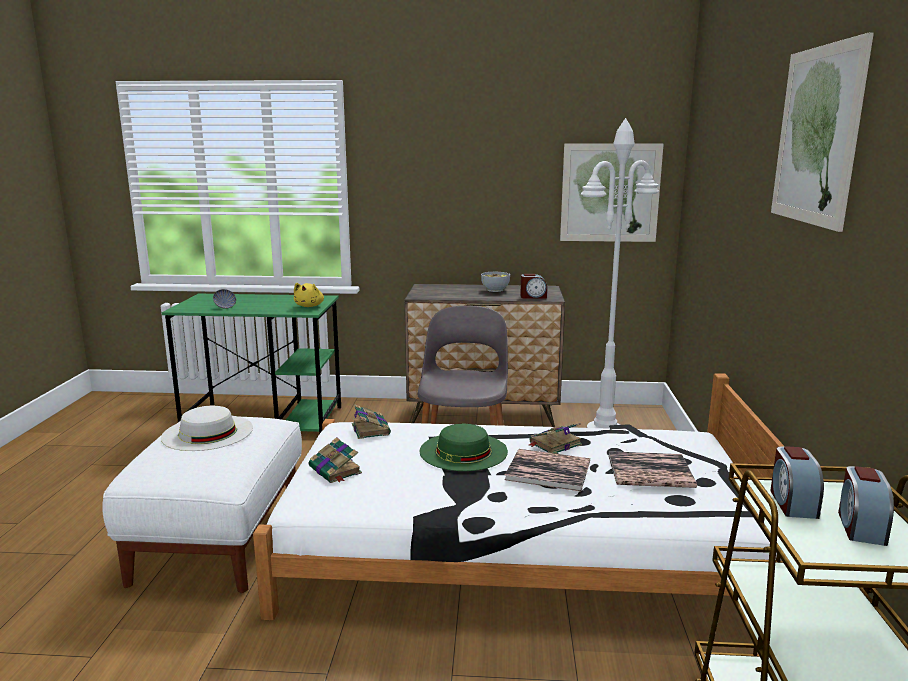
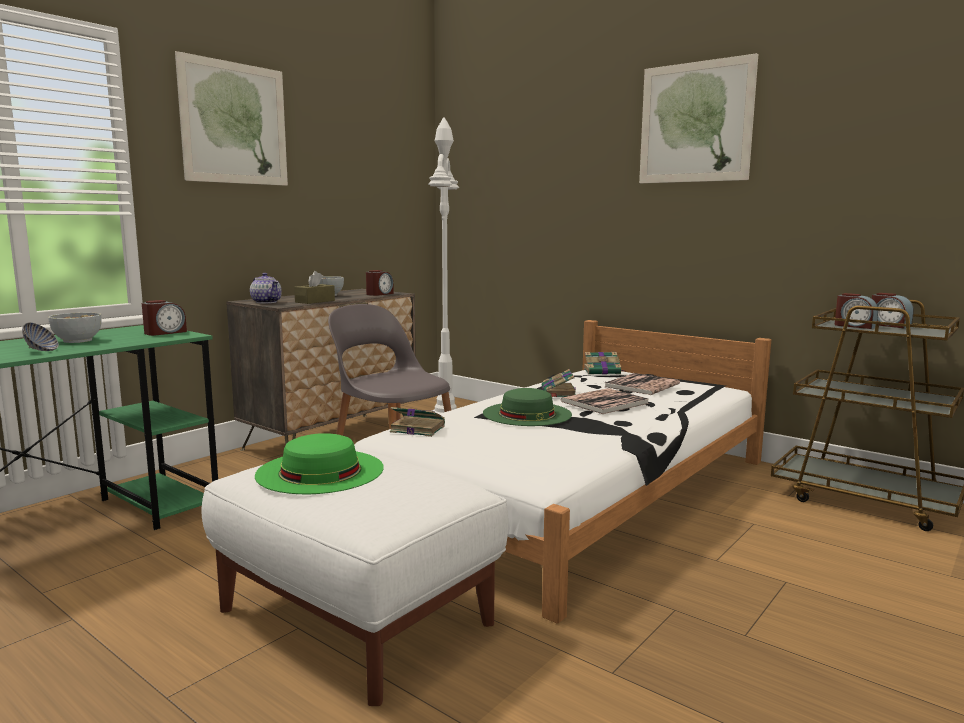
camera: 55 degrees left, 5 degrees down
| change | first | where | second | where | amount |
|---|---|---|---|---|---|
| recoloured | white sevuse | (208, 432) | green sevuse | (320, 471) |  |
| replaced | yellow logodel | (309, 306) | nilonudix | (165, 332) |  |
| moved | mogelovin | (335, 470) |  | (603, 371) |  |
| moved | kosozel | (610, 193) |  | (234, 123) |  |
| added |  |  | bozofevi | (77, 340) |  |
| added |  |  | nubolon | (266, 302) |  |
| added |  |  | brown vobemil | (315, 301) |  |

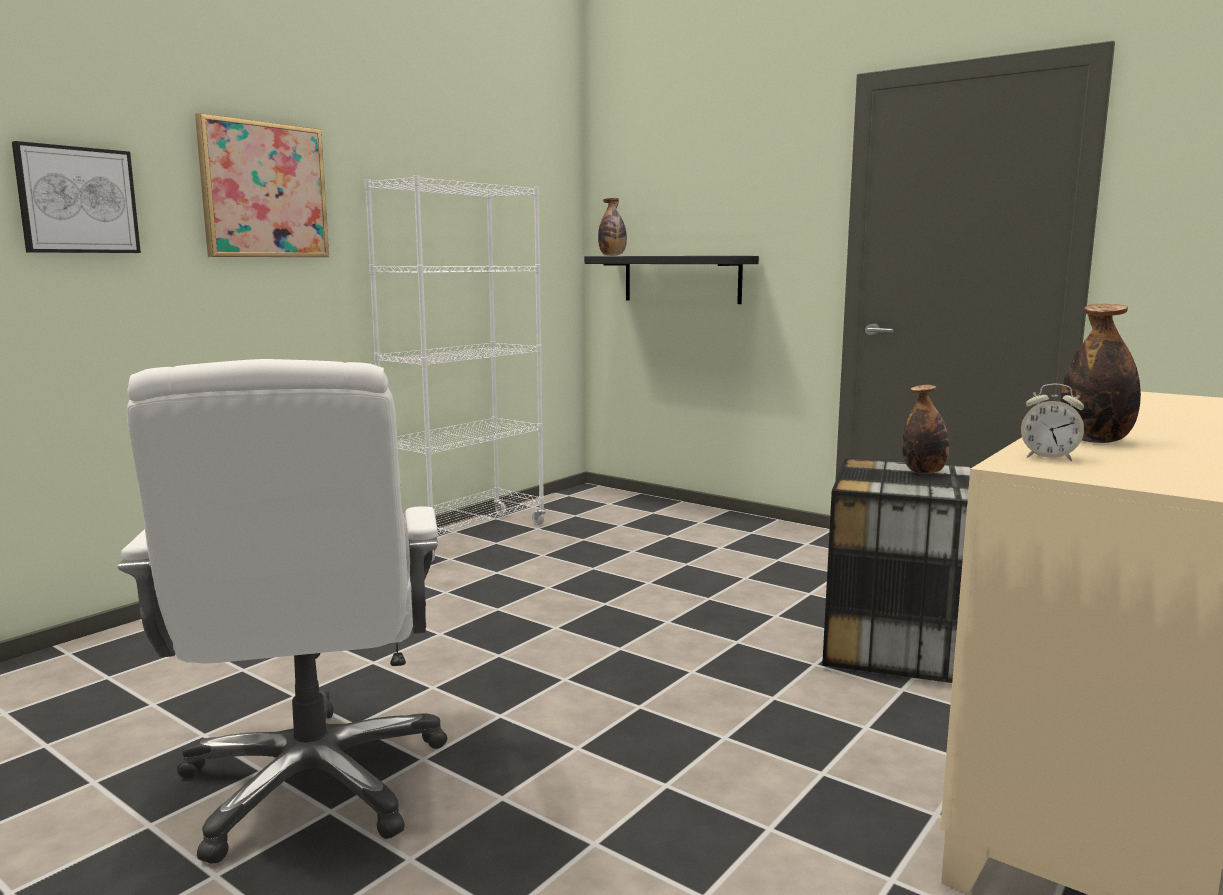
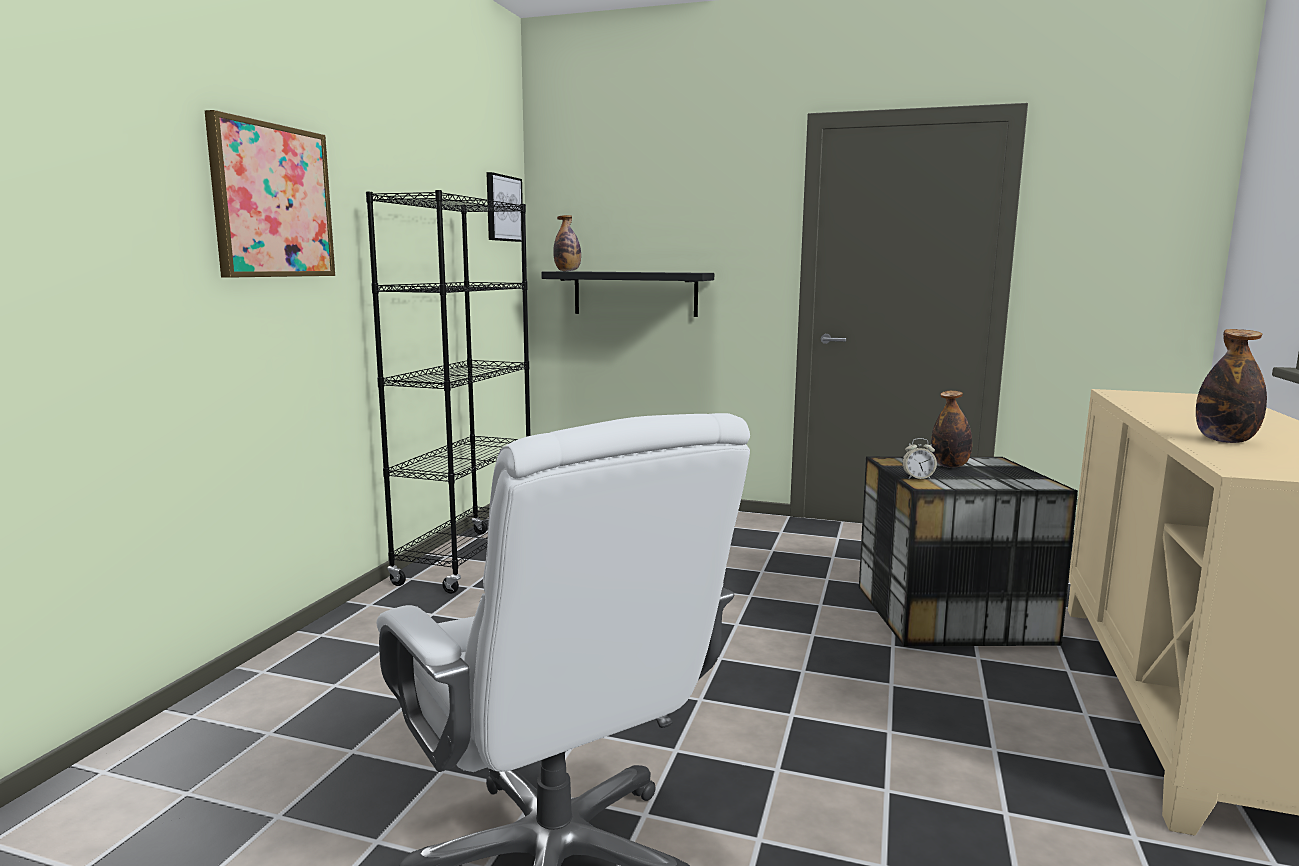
camera: 20 degrees left, 0 degrees up
| change | first | where | second | where | amount |
|---|---|---|---|---|---|
| moved | kosozel | (77, 200) |  | (503, 208) |  |
| recoloured | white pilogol | (468, 537) | black pilogol | (467, 560) |  |
| moved | nilonudix | (1048, 458) |  | (917, 478) |  |

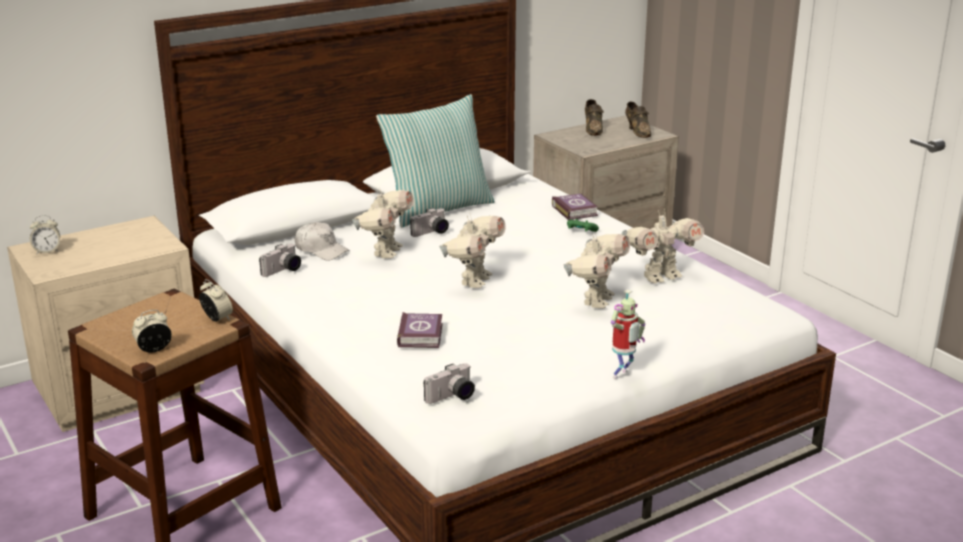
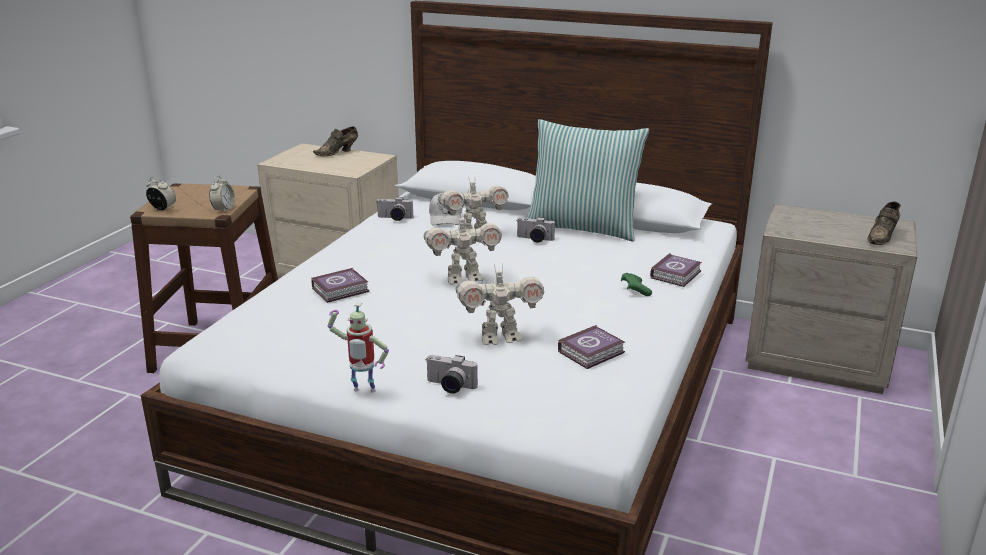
camera: 55 degrees right, 0 degrees up
| change | first | where | second | where | amount |
|---|---|---|---|---|---|
| removed | nilonudix | (47, 251) |  |  |  |
| moved | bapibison | (452, 397) |  | (449, 387) |  |
| moved | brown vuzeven | (593, 129) |  | (338, 152) |  |
| replaced | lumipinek | (660, 277) | mogelovin | (593, 352) |  |

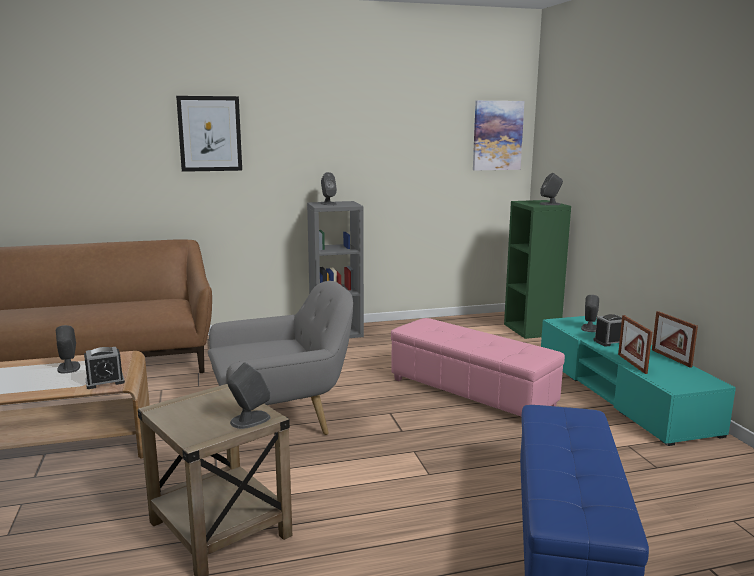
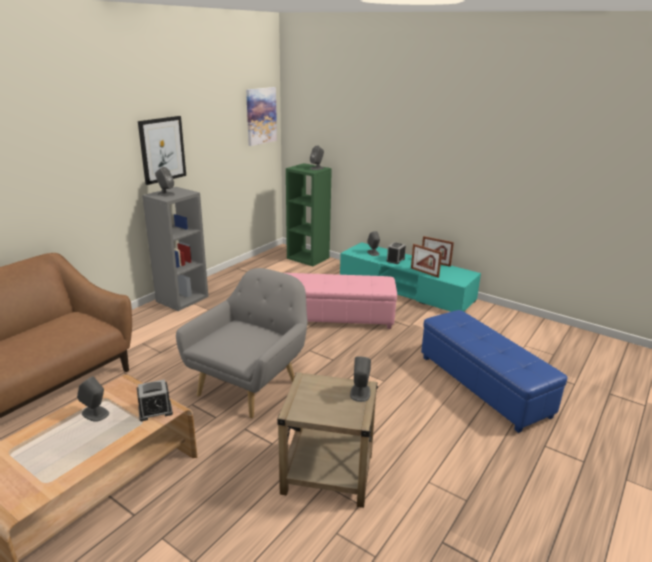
camera: 40 degrees left, 10 degrees up
| change | first | where | second | where | amount |
|---|---|---|---|---|---|
| turned | nilonudix | (105, 381) |  | (155, 411) | 45 degrees clockwise |
| moved | kosozel | (210, 134) |  | (162, 149) |  |

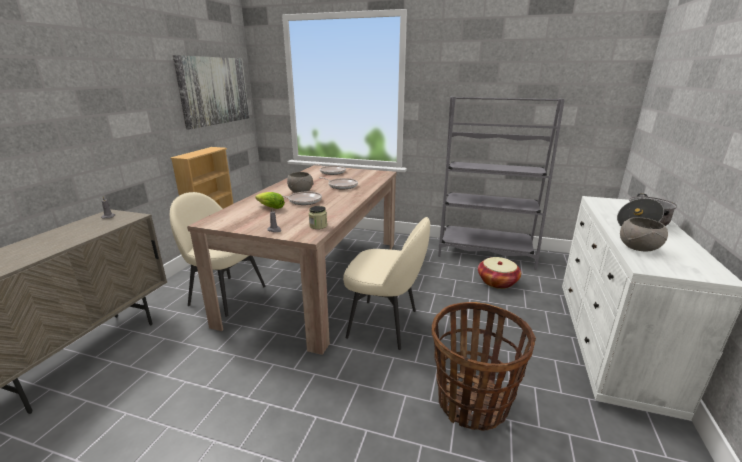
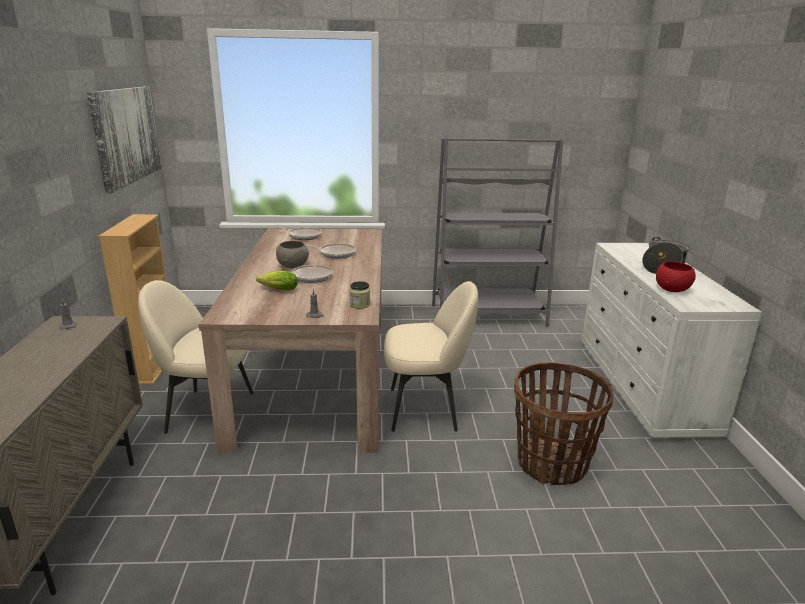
camera: 20 degrees left, 0 degrees up
| change | first | where | second | where | amount |
|---|---|---|---|---|---|
| removed | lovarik | (497, 282) |  |  |  |
| recoloured | grey bozofevi | (637, 248) | red bozofevi | (671, 289) |  |

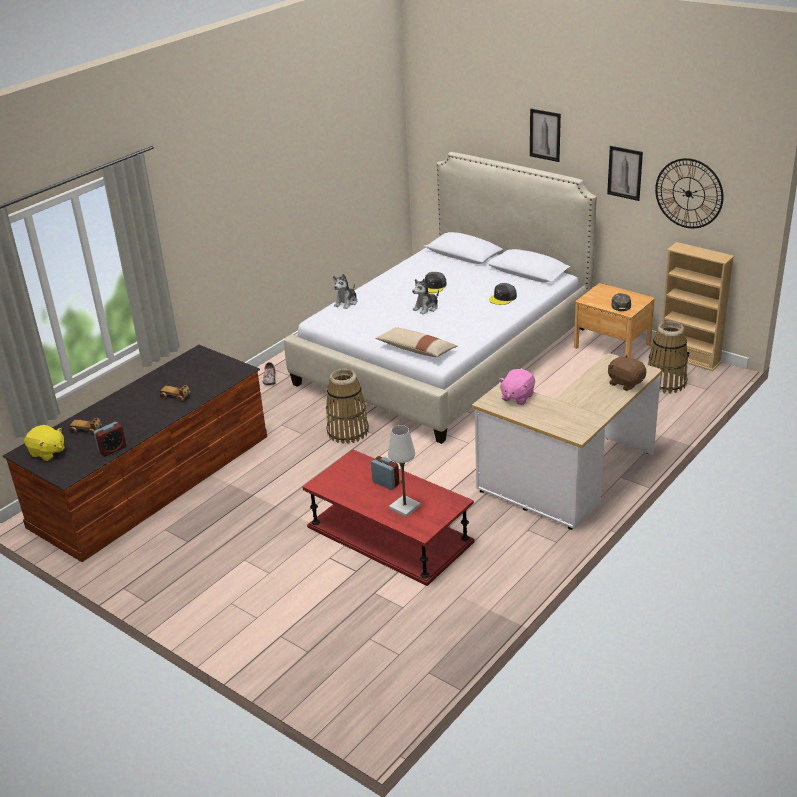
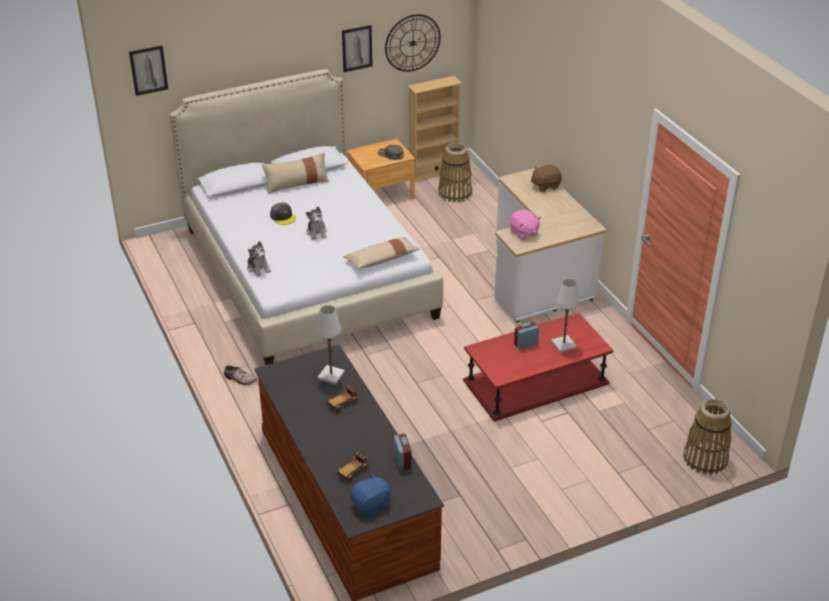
camera: 65 degrees left, 5 degrees up
| change | first | where | second | where | amount |
|---|---|---|---|---|---|
| recoloured | yellow logodel | (47, 453) | blue logodel | (371, 505) |  |
| moved | lovarik | (347, 432) |  | (705, 459) |  |
| removed | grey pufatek | (503, 298) |  |  |  |
| moved | kosozel | (545, 135) |  | (148, 70) |  |
| added |  |  | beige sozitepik | (296, 184) |  |
| added |  |  | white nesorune | (331, 375) |  |

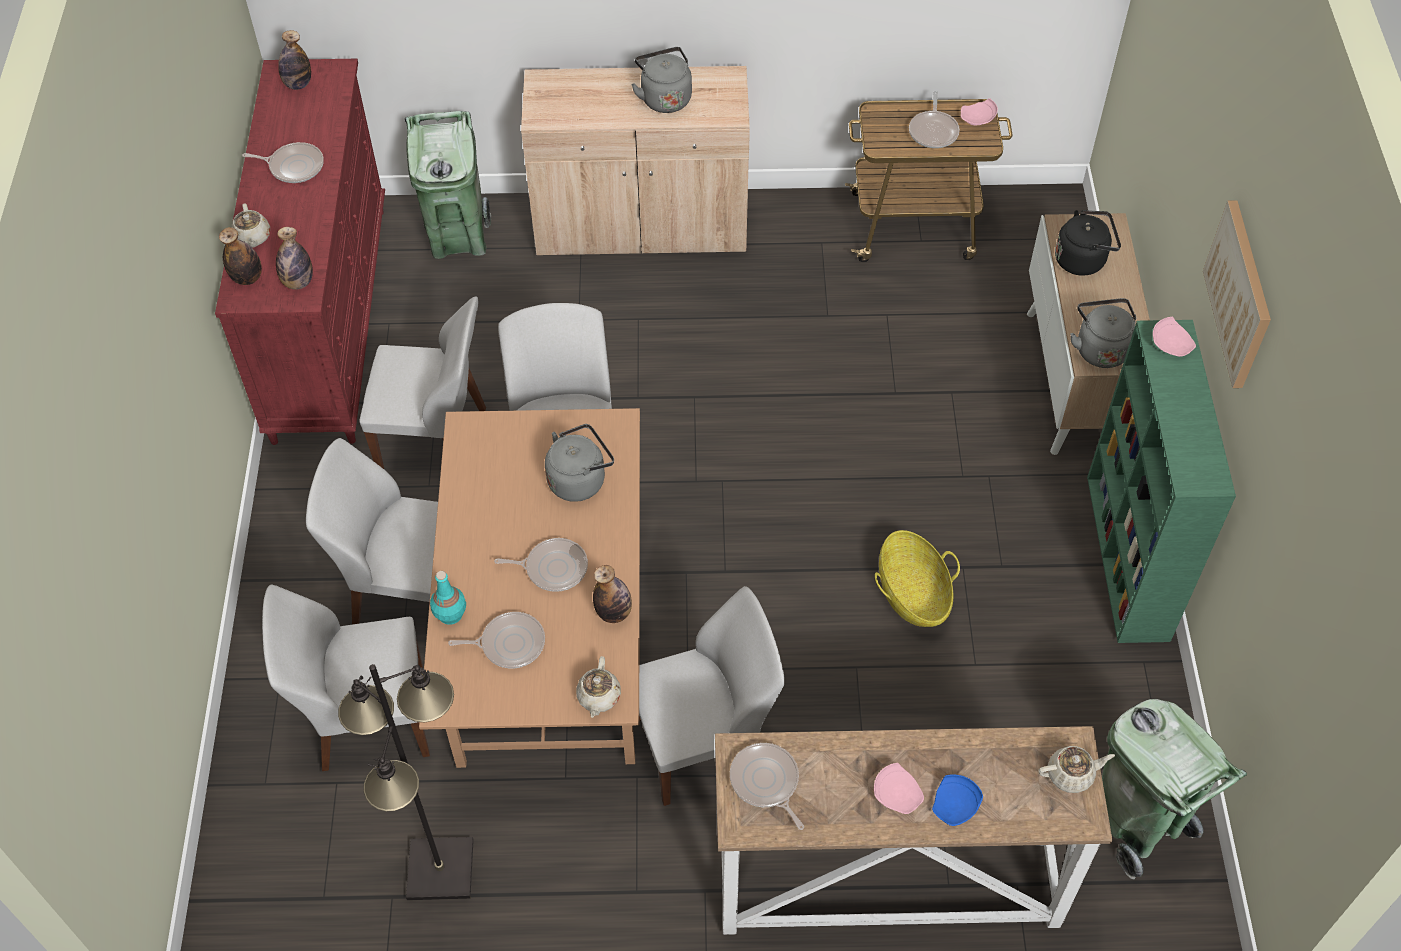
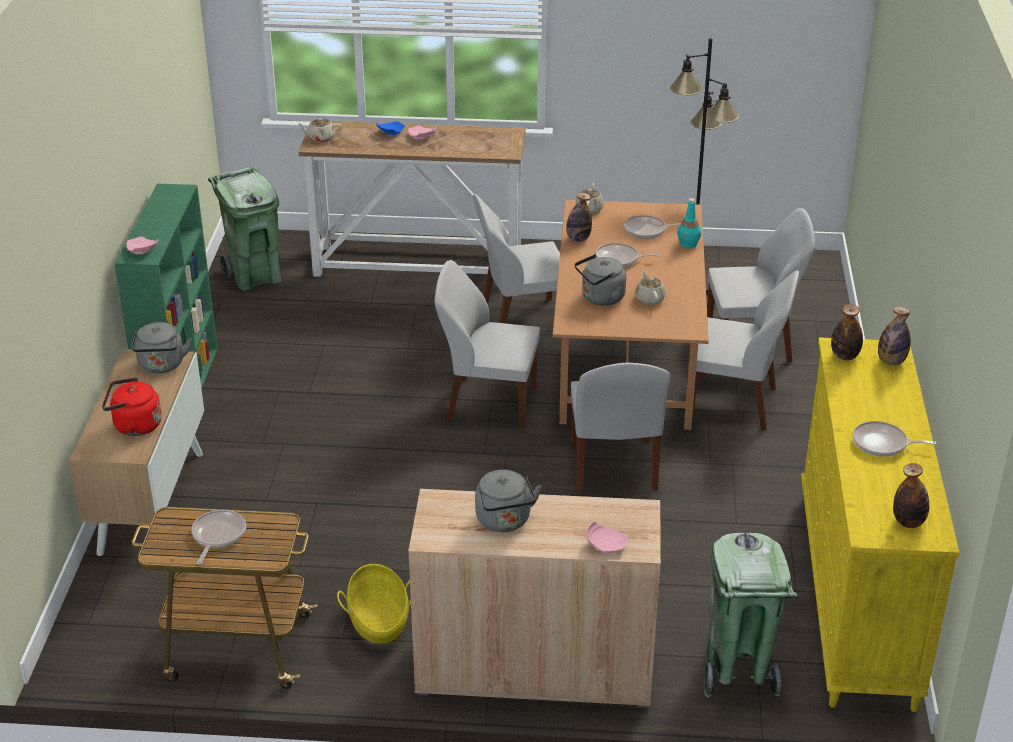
camera: 175 degrees left, 20 degrees down
| change | first | where | second | where | amount |
|---|---|---|---|---|---|
| recoloured | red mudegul | (330, 320) | yellow mudegul | (856, 597) |  |
| moved | beige nubolon | (252, 238) |  | (649, 298) |  |
| moved | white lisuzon | (436, 441) |  | (489, 403) |  |
| removed | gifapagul | (766, 782) |  |  |  |
| moved | lovarik | (912, 593) |  | (378, 621) |  |
| moved | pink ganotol | (978, 119) |  | (605, 544) |  |
| recoloured | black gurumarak | (1083, 259) | red gurumarak | (134, 426) |  |
| removed | kosozel | (1239, 294) |  |  |  |

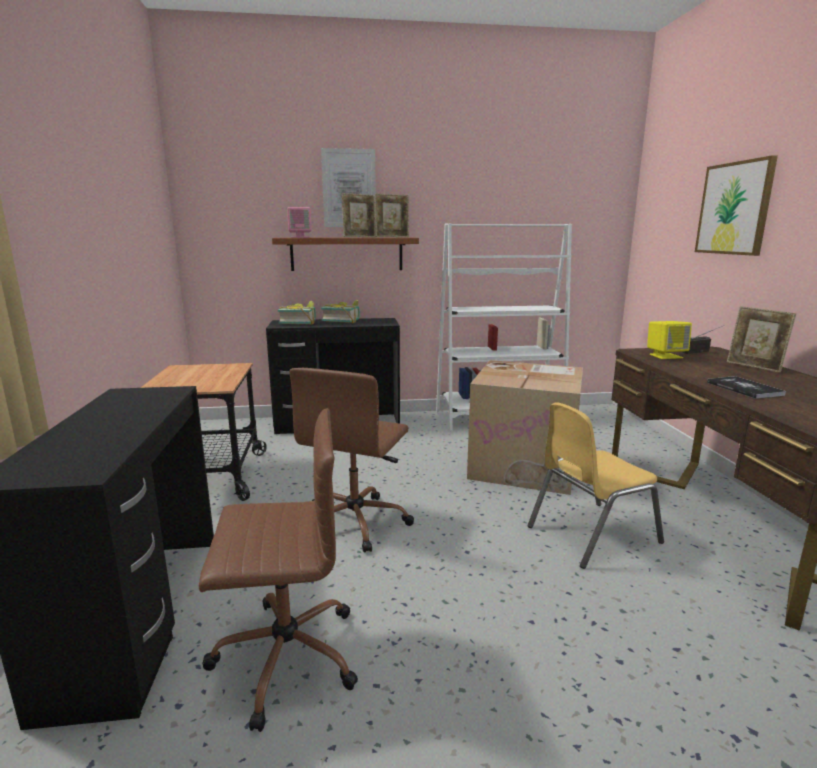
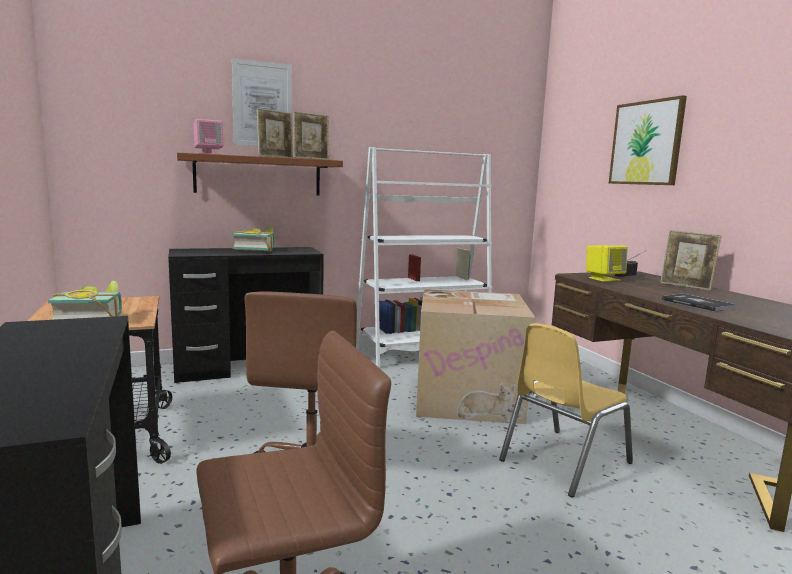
camera: 15 degrees left, 5 degrees down
| change | first | where | second | where | amount |
|---|---|---|---|---|---|
| moved | mogelovin | (299, 323) |  | (90, 319) |  |

